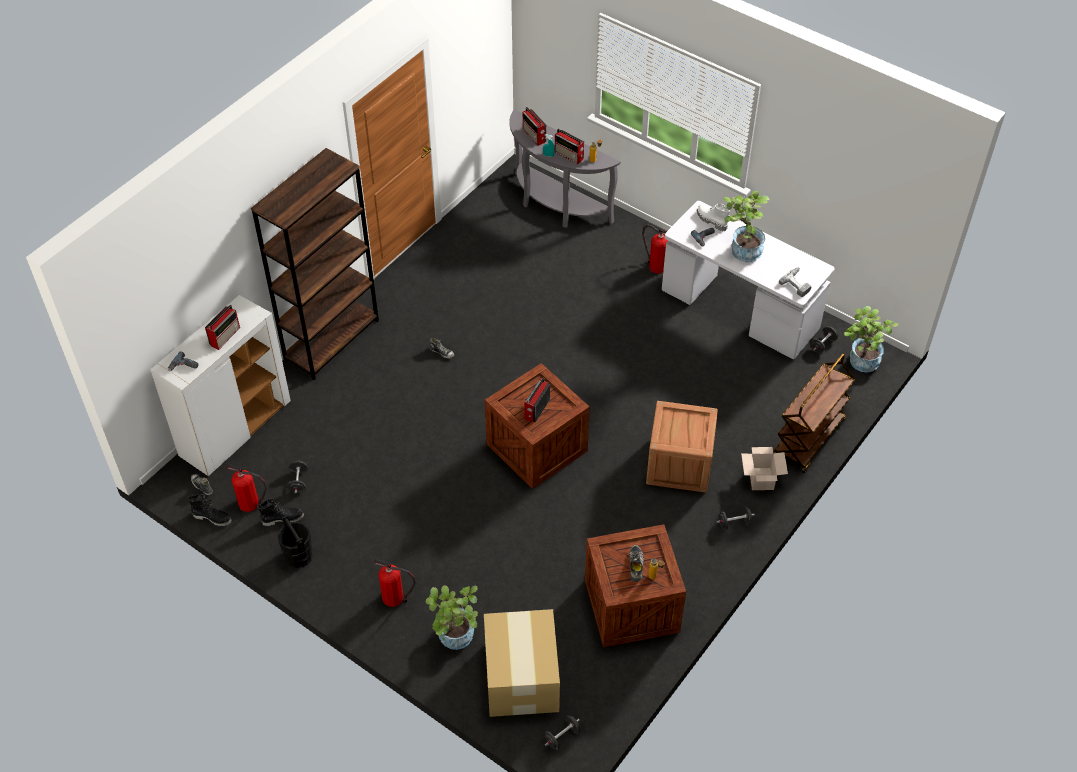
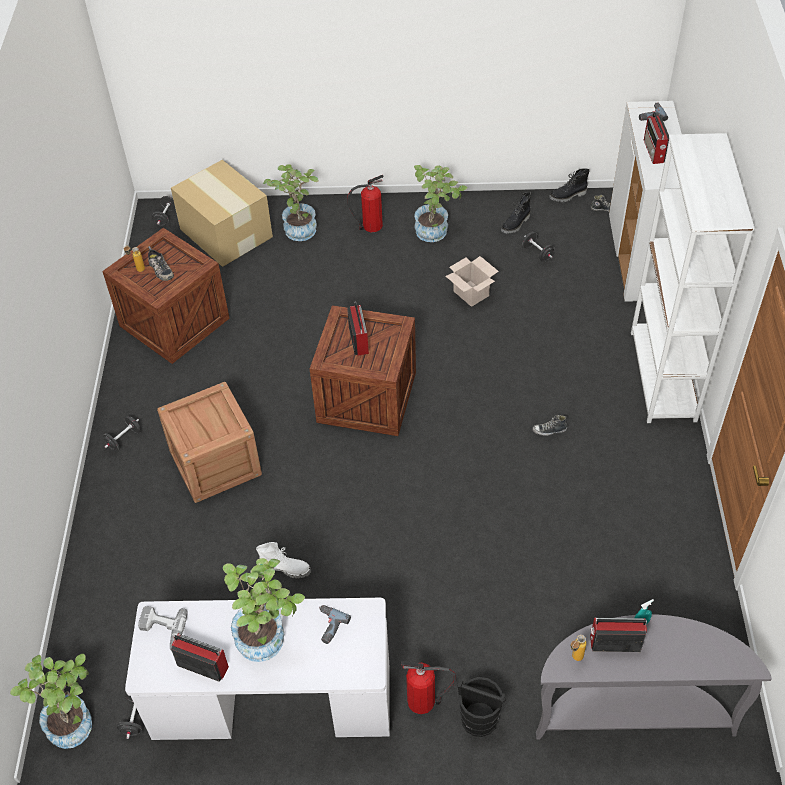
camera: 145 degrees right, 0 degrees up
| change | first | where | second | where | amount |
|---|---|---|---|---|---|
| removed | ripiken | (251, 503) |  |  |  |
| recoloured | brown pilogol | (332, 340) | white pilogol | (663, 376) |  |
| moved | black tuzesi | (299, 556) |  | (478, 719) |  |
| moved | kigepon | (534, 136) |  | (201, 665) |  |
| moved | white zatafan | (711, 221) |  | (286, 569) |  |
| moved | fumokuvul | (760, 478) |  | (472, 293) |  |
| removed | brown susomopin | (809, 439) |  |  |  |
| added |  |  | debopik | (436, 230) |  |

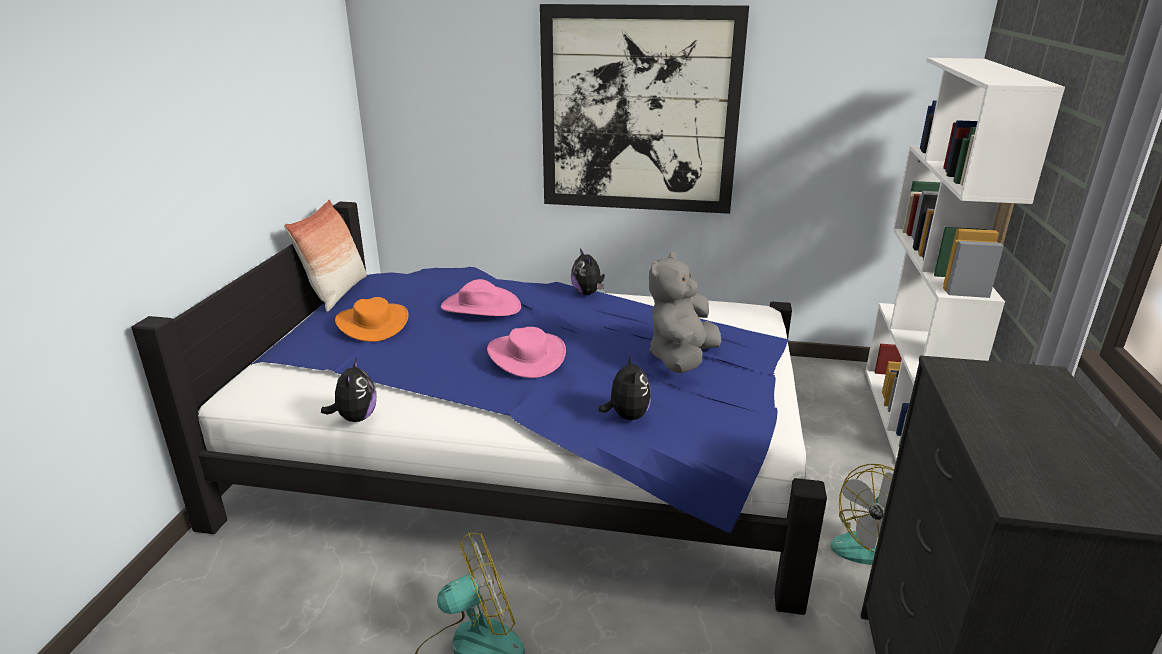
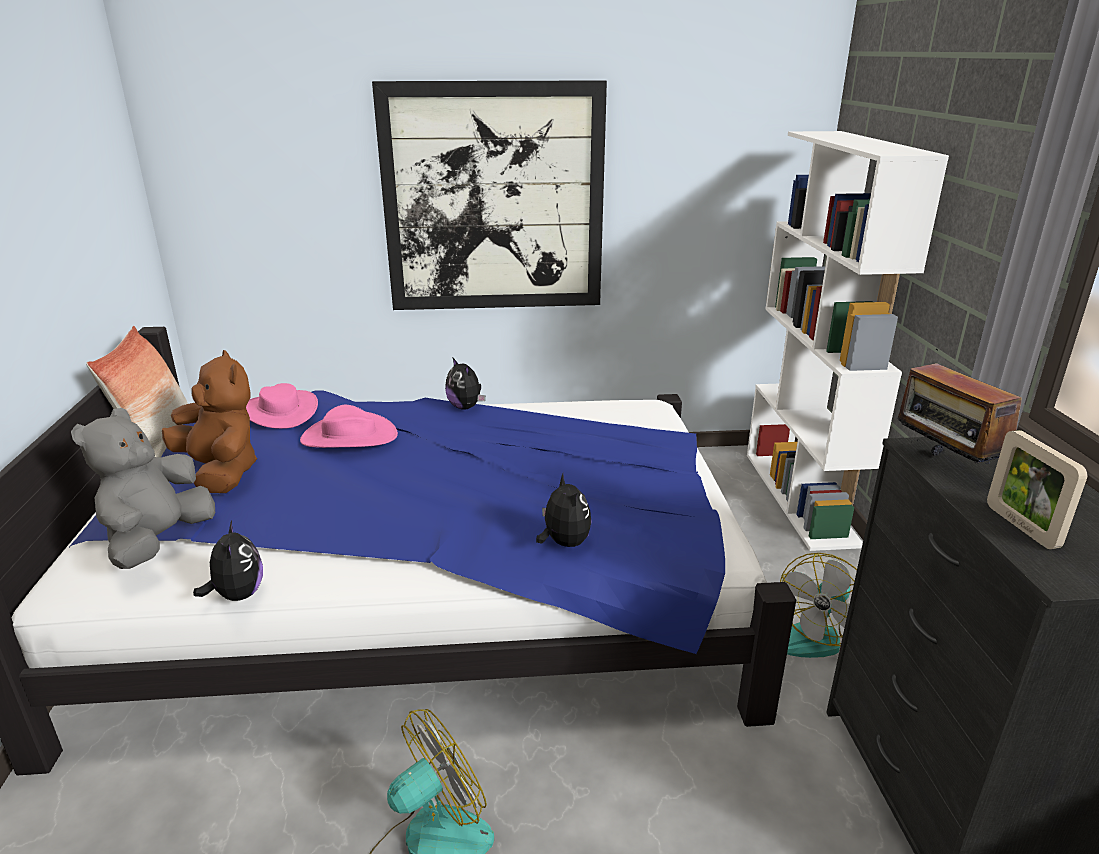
camera: 15 degrees left, 0 degrees up
| change | first | where | second | where | amount |
|---|---|---|---|---|---|
| replaced | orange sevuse | (373, 323) | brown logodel | (221, 473) |  |
| moved | pink sevuse | (526, 355) |  | (280, 411) |  |
| moved | grey logodel | (681, 359) |  | (159, 542) |  |
| added |  |  | kigepon | (942, 465) |  |
| added |  |  | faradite | (1021, 526) |  |

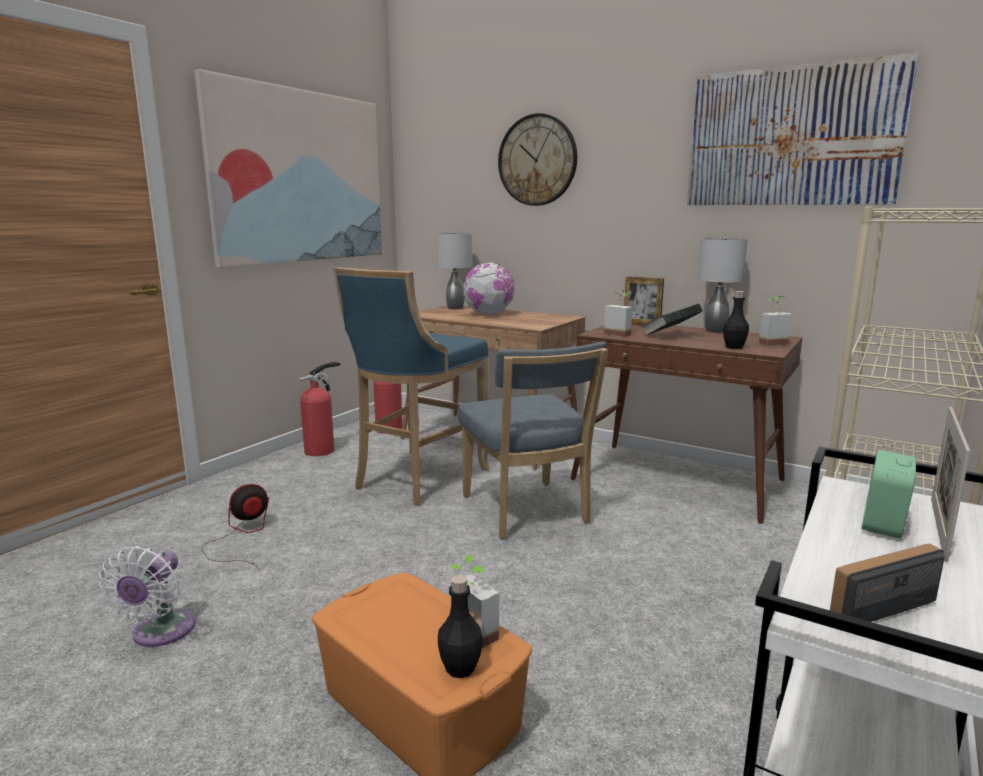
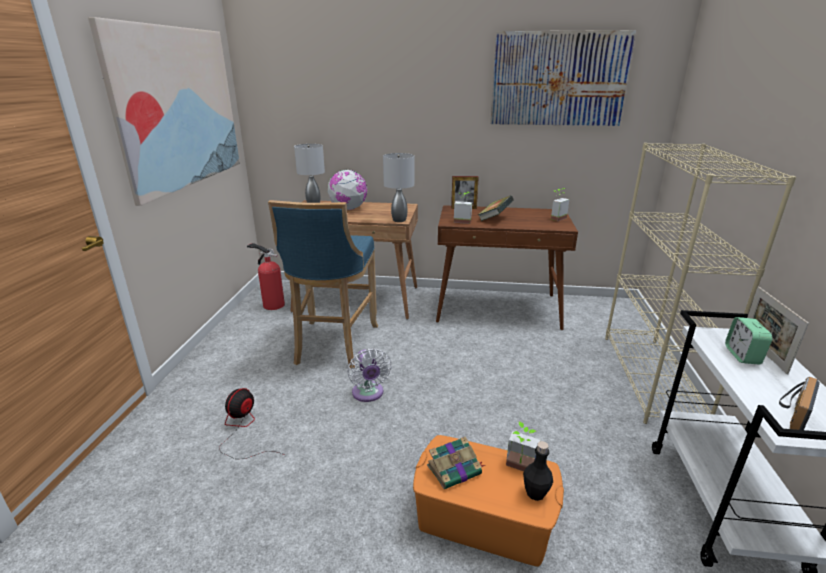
camera: 25 degrees left, 10 degrees up
| change | first | where | second | where | amount |
|---|---|---|---|---|---|
| moved | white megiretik | (160, 633) |  | (368, 394) |  |
| removed | ripiken | (322, 450) |  |  |  |
| removed | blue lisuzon | (527, 512) |  |  |  |
| removed | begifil | (537, 160) |  |  |  |
| moved | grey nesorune | (715, 331) |  | (398, 220) |  |
| removed | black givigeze | (734, 347) |  |  |  |
| added |  |  | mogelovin | (455, 469) |  |

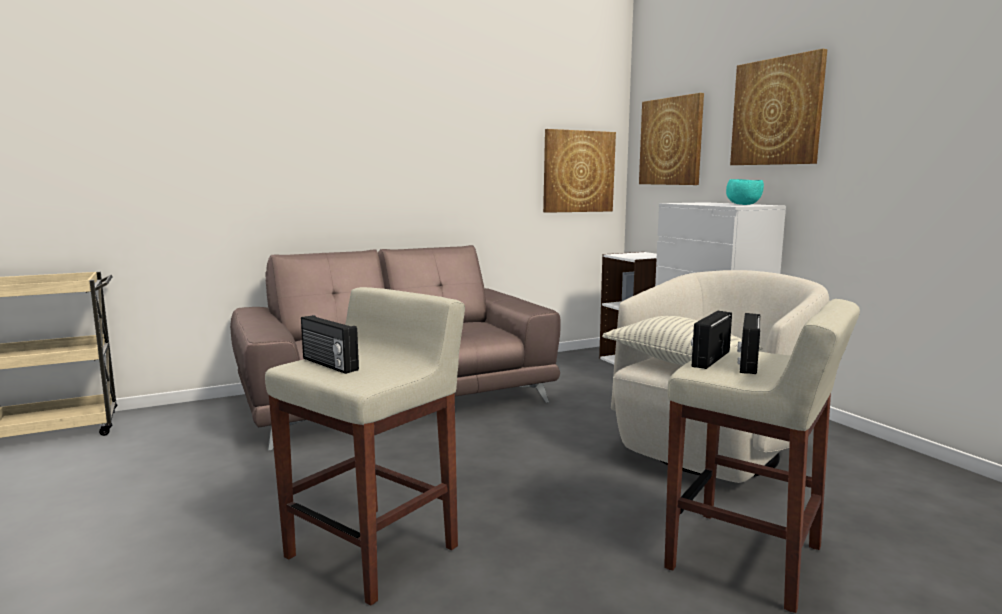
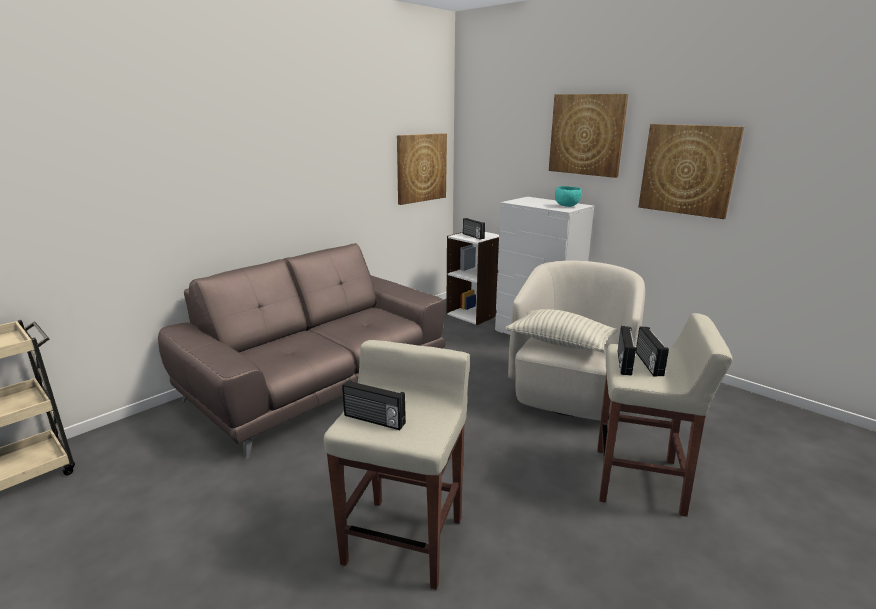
camera: 20 degrees left, 10 degrees up
| change | first | where | second | where | amount |
|---|---|---|---|---|---|
| moved | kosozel | (671, 141) |  | (688, 170) |  |
| added |  |  | kigepon | (473, 236) |  |

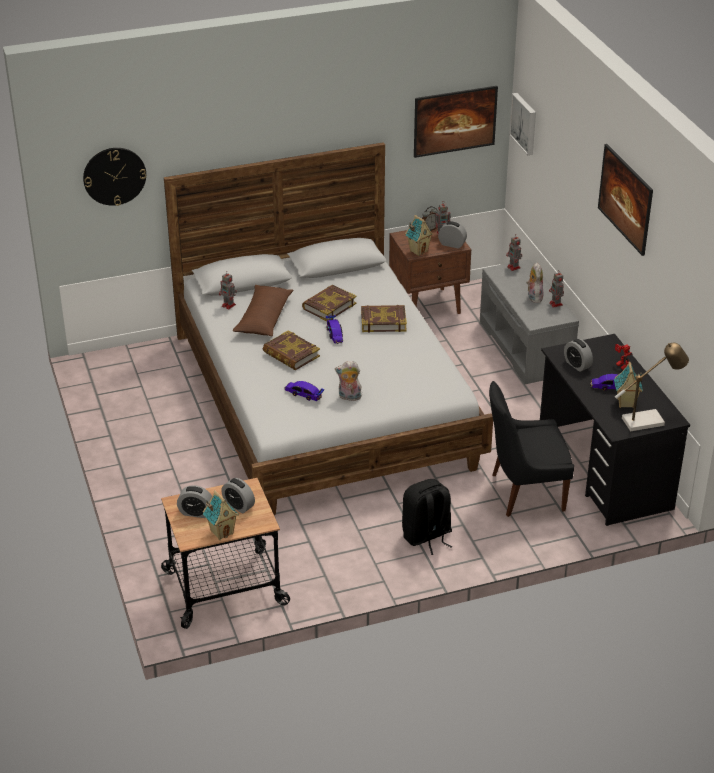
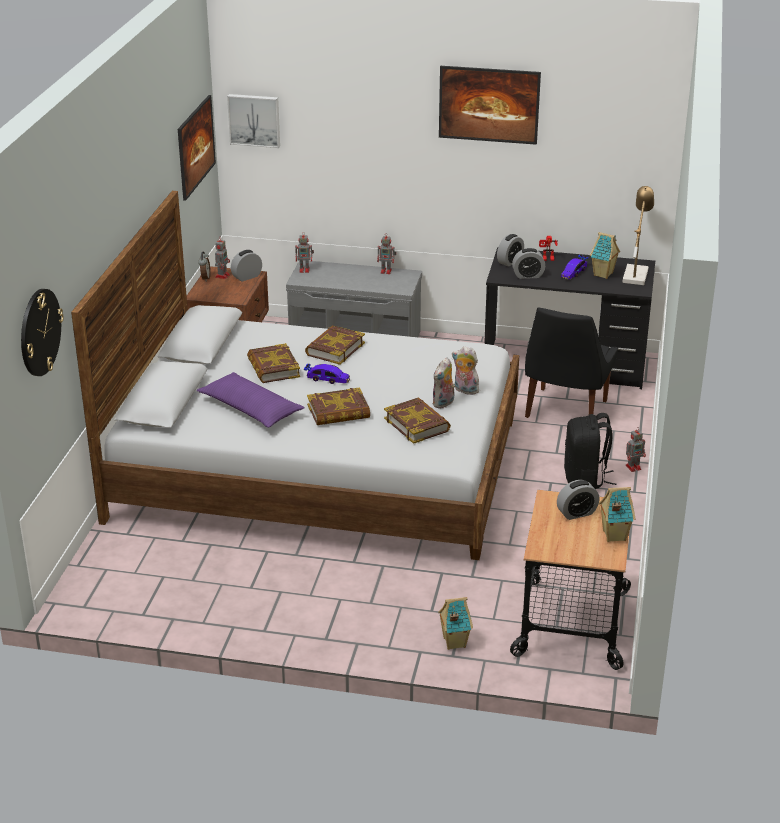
camera: 60 degrees left, 5 degrees down
| change | first | where | second | where | amount |
|---|---|---|---|---|---|
| moved | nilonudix | (196, 512) |  | (510, 261) |  |
| moved | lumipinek | (229, 305) |  | (634, 467) |  |
| recoloured | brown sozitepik | (264, 318) | purple sozitepik | (250, 409) |  |
| replaced | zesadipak | (303, 394) | mogelovin | (417, 424) |  |
| moved | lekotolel | (418, 251) |  | (453, 642) |  |
| moved | logodel | (533, 297) |  | (465, 390) |  |

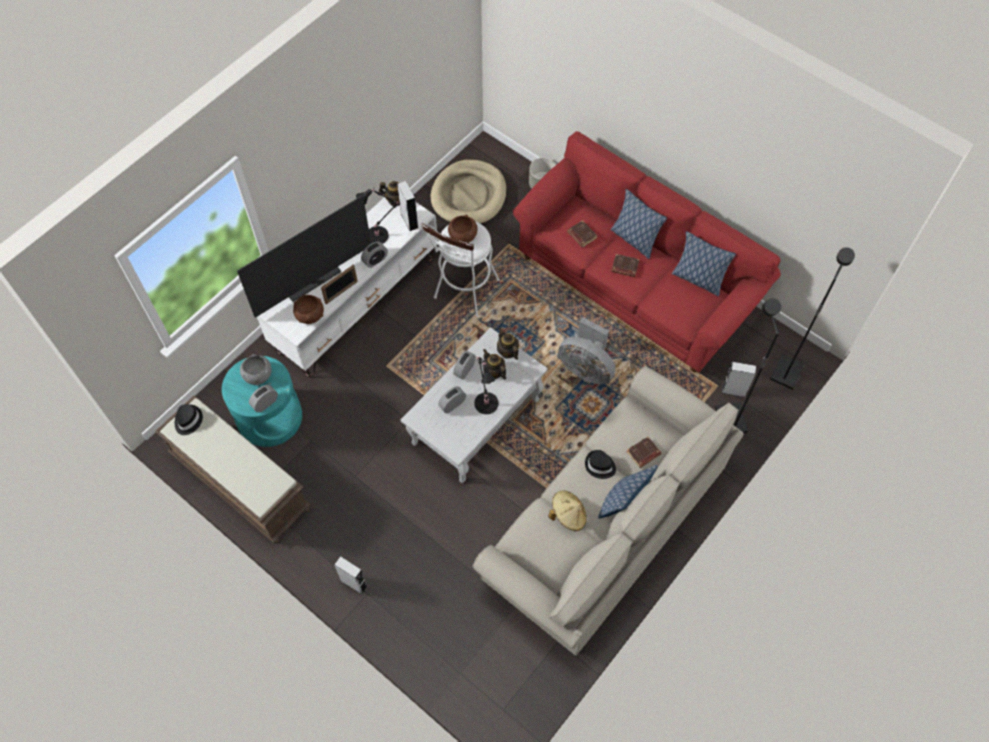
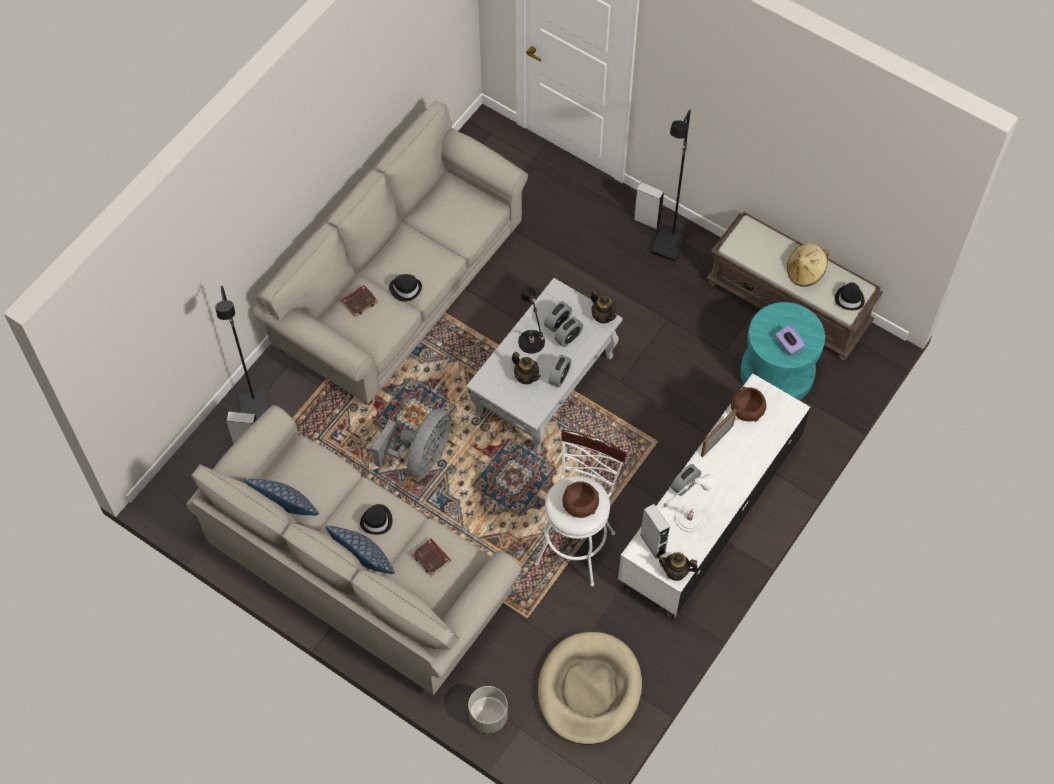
camera: 175 degrees right, 0 degrees up
| change | first | where | second | where | amount |
|---|---|---|---|---|---|
| removed | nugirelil | (314, 283) |  |  |  |
| replaced | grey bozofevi | (257, 374) | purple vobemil | (788, 345) |  |
| moved | nilonudix | (265, 403) |  | (557, 322) |  |
| recoloured | black nesorune | (379, 235) | white nesorune | (687, 519) |  |
| moved | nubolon | (507, 352) |  | (603, 316) |  |
| recoloured | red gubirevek | (635, 284) | beige gubirevek | (360, 572) |  |
| moved | beige sevuse | (568, 515) |  | (805, 272) |  |
| turned | grey megiretik | (586, 368) |  | (421, 457) | 90 degrees clockwise |
| removed | sozitepik | (623, 501) |  |  |  |
| replaced | brown mogelovin | (624, 267) | black sevuse | (377, 521) |  |
| moved | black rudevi | (786, 372) |  | (669, 245) |  |

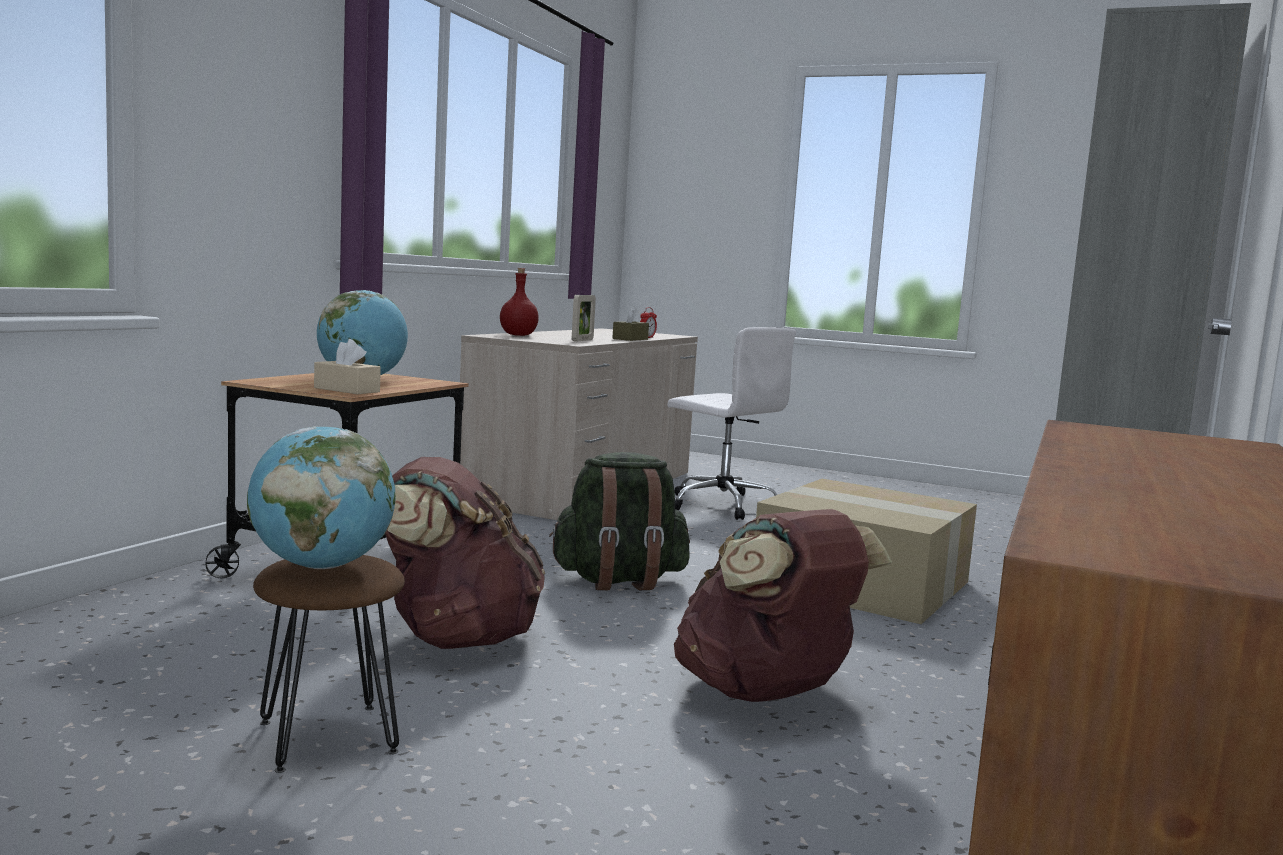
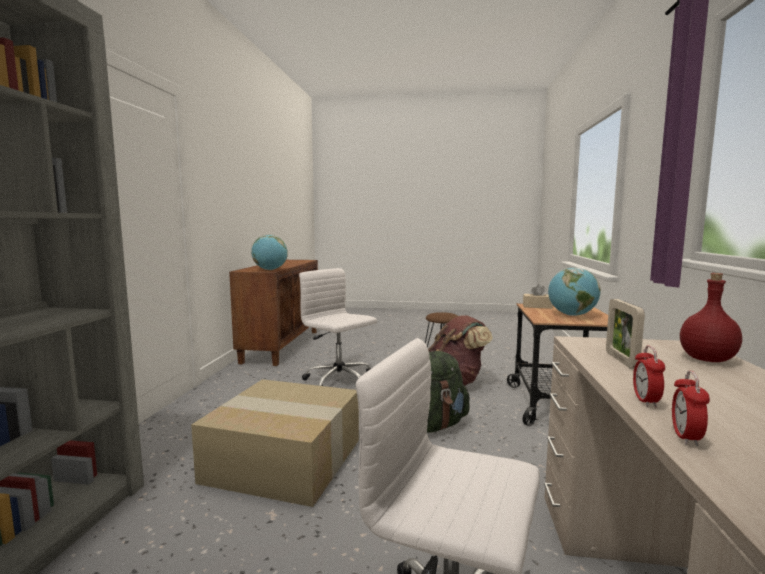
camera: 165 degrees right, 0 degrees up
| change | first | where | second | where | amount |
|---|---|---|---|---|---|
| moved | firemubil | (321, 566) |  | (270, 270) |  |
| replaced | brown vobemil | (630, 339) | nilonudix | (645, 401) |  |
| replaced | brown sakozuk | (767, 693) | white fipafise | (340, 381) |  |

